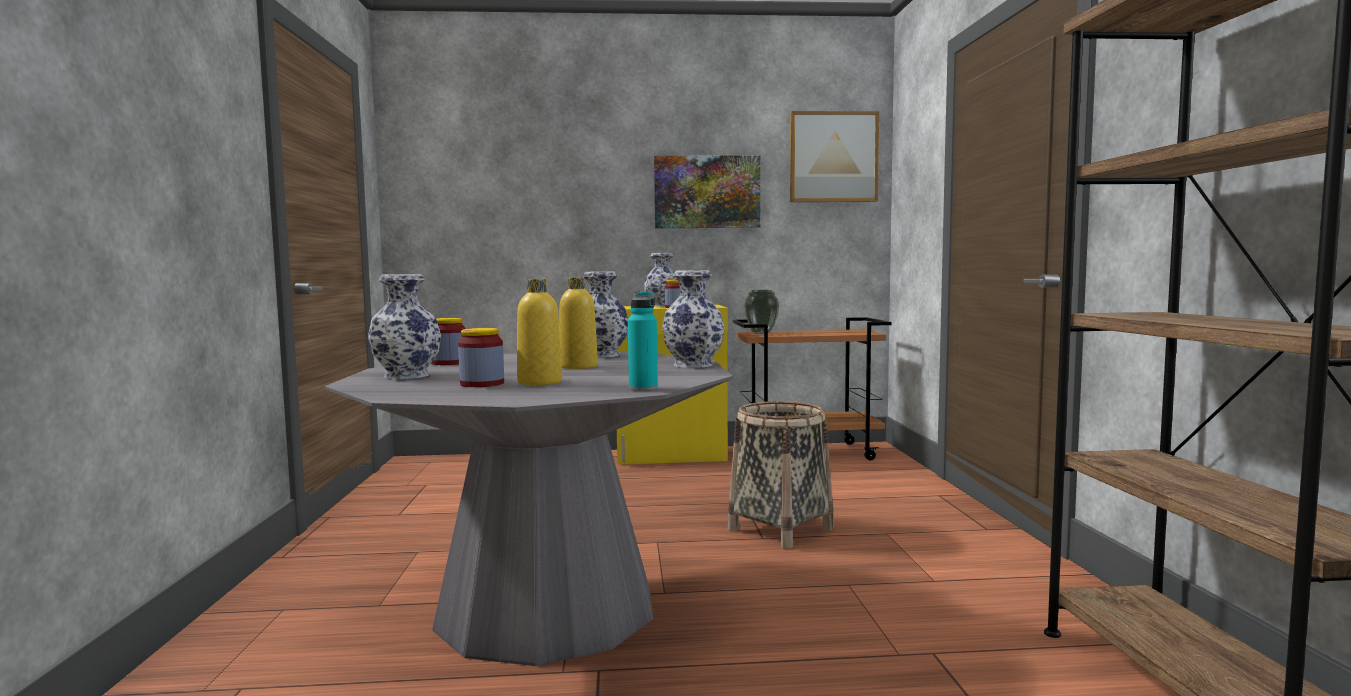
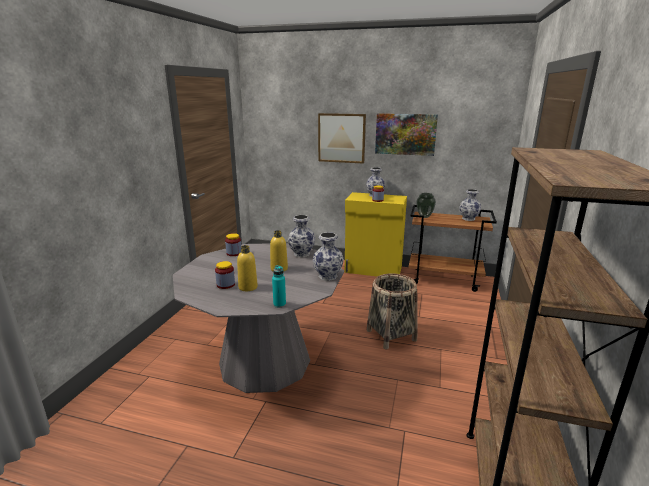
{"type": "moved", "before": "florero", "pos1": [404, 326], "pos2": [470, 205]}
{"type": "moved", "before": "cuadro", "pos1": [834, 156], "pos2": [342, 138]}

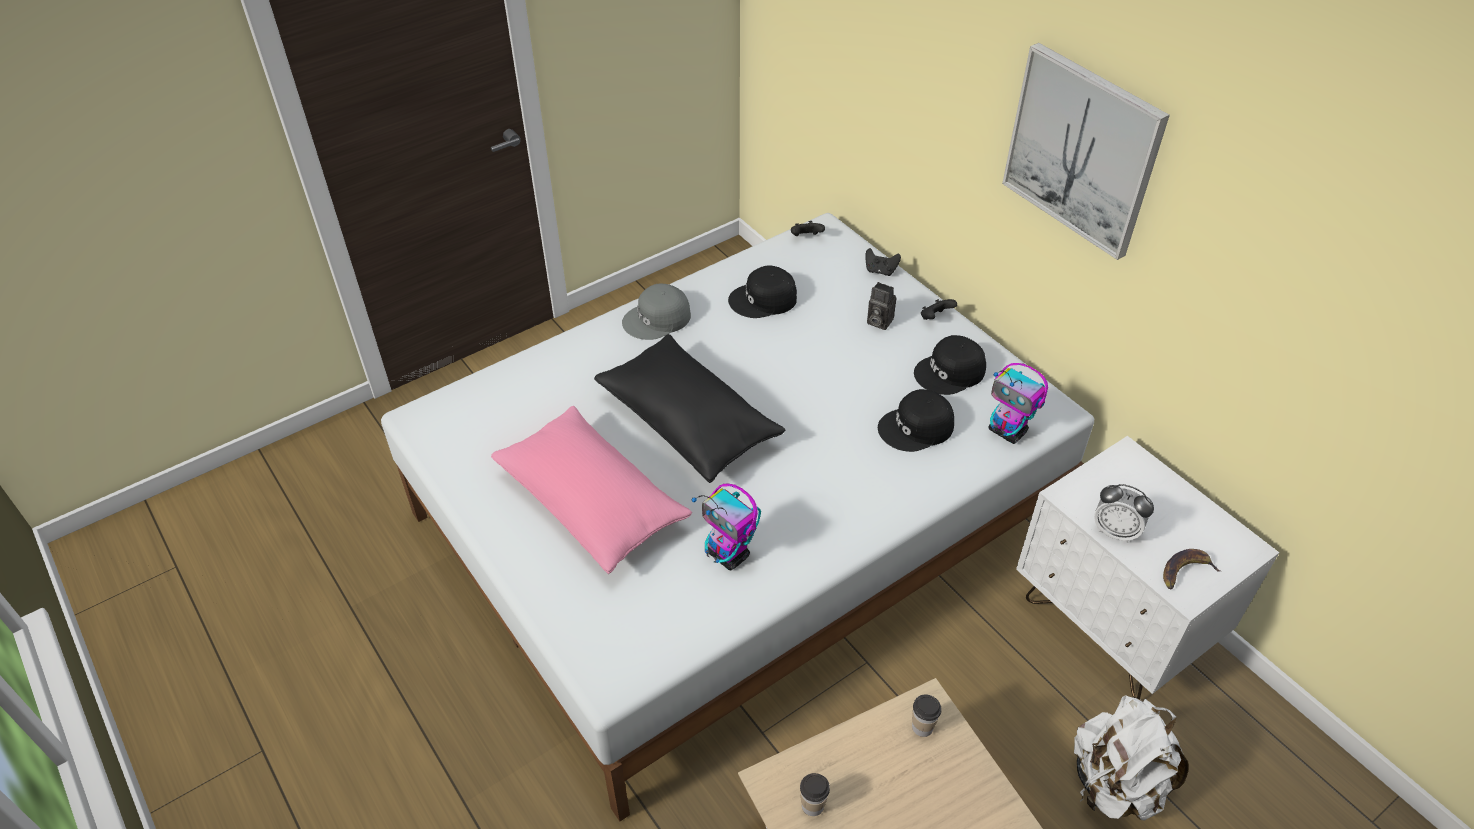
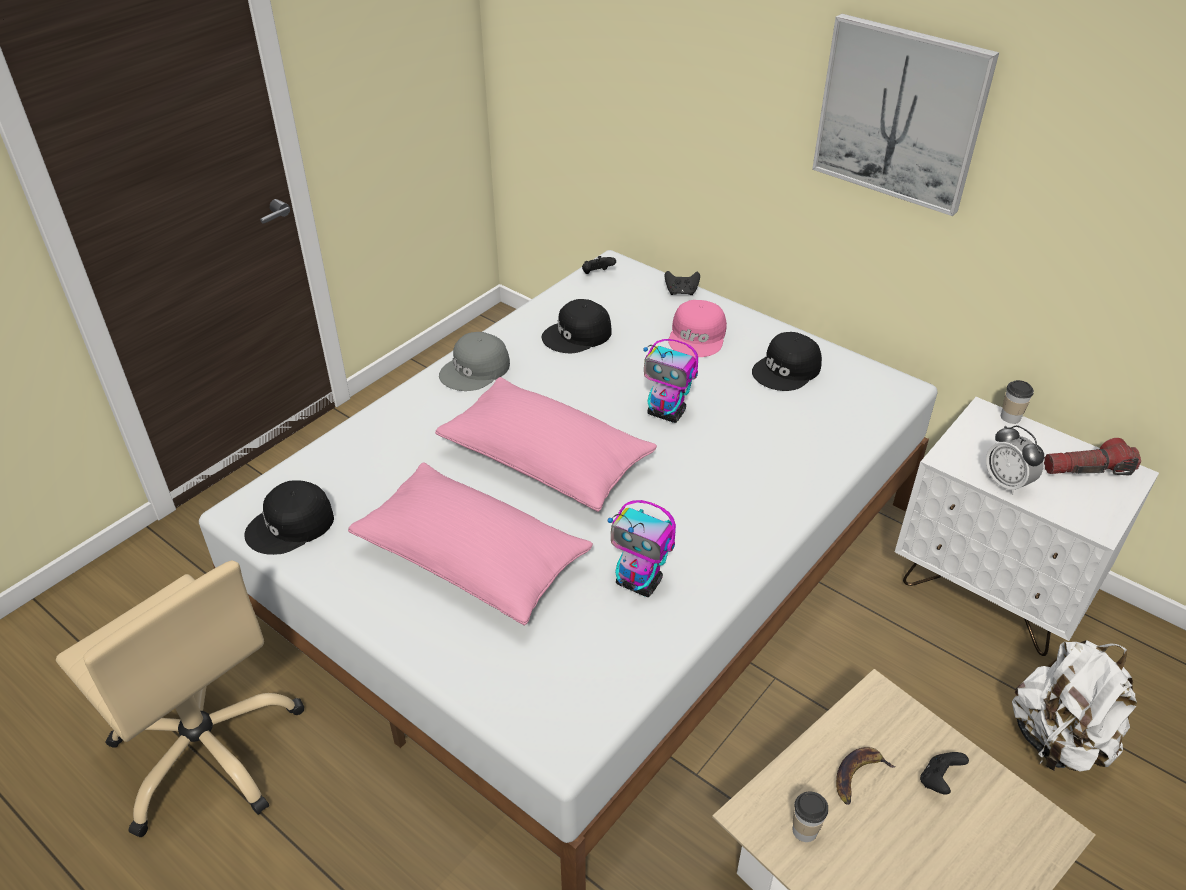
{"type": "added", "after": "silla de oficina (beis)", "pos2": [180, 698]}
{"type": "added", "after": "linterna", "pos2": [1092, 456]}
{"type": "moved", "before": "gorra (negro)", "pos1": [916, 420], "pos2": [289, 517]}
{"type": "moved", "before": "taza", "pos1": [927, 715], "pos2": [1017, 402]}
{"type": "moved", "before": "mando de consola (negro)", "pos1": [939, 309], "pos2": [944, 773]}
{"type": "moved", "before": "robot de juguete", "pos1": [1018, 403], "pos2": [670, 381]}
{"type": "moved", "before": "plátano", "pos1": [1191, 569], "pos2": [866, 776]}
{"type": "replaced", "before": "cámara", "after": "gorra (rosa)", "pos1": [881, 306], "pos2": [697, 328]}
{"type": "recoloured", "before": "cojín (negro)", "after": "cojín (rosa)", "pos1": [689, 408], "pos2": [546, 444]}
{"type": "turned", "before": "despertador", "pos1": [1124, 513], "pos2": [1015, 460], "turn": 45}

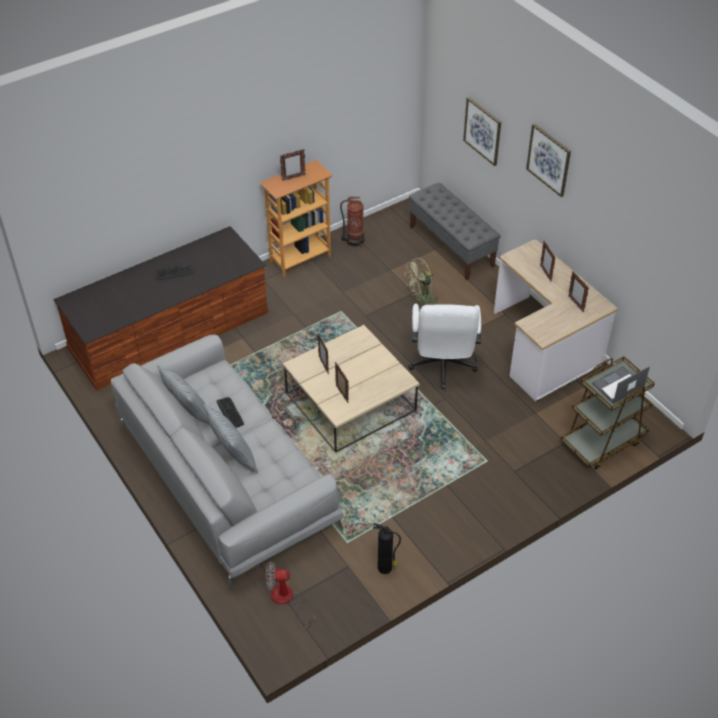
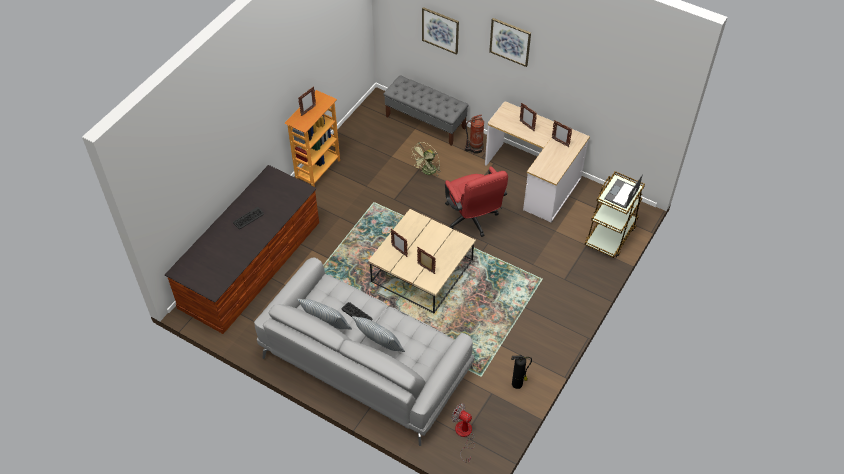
{"type": "moved", "before": "extintor", "pos1": [352, 221], "pos2": [474, 134]}
{"type": "recoloured", "before": "silla de oficina (blanco)", "after": "silla de oficina (rojo)", "pos1": [444, 346], "pos2": [476, 201]}
{"type": "turned", "before": "ventilador", "pos1": [290, 595], "pos2": [463, 433], "turn": 60}

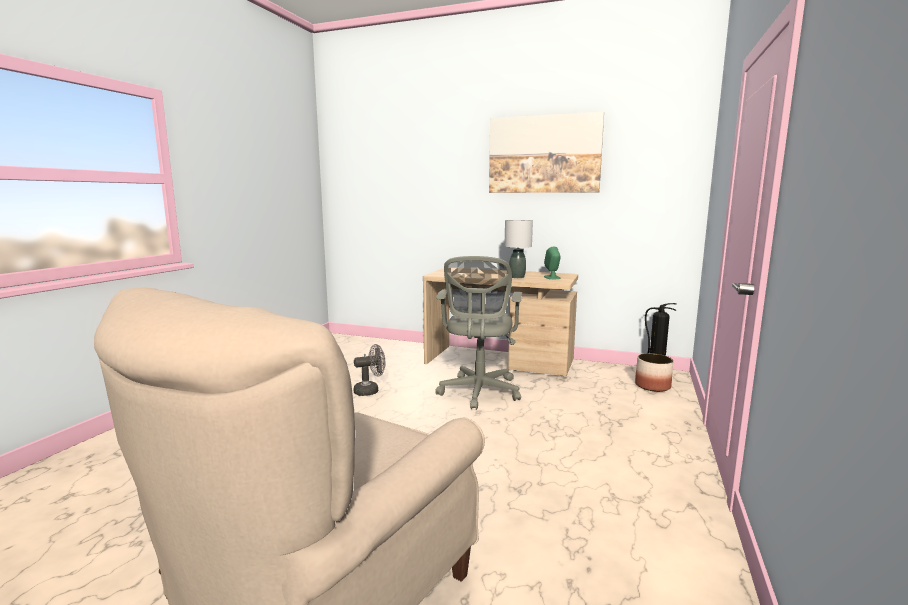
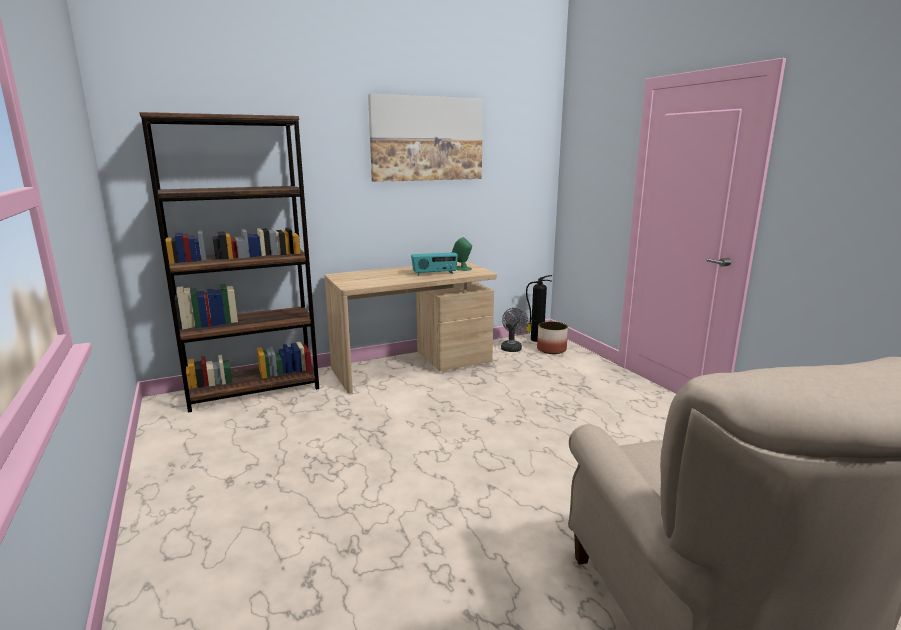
{"type": "removed", "before": "silla de oficina (gris)", "pos1": [478, 333]}
{"type": "added", "after": "estantería (marrón)", "pos2": [229, 262]}
{"type": "moved", "before": "ventilador (gris)", "pos1": [369, 370], "pos2": [515, 330]}
{"type": "replaced", "before": "lámpara de mesa (gris)", "after": "radio", "pos1": [519, 249], "pos2": [434, 264]}

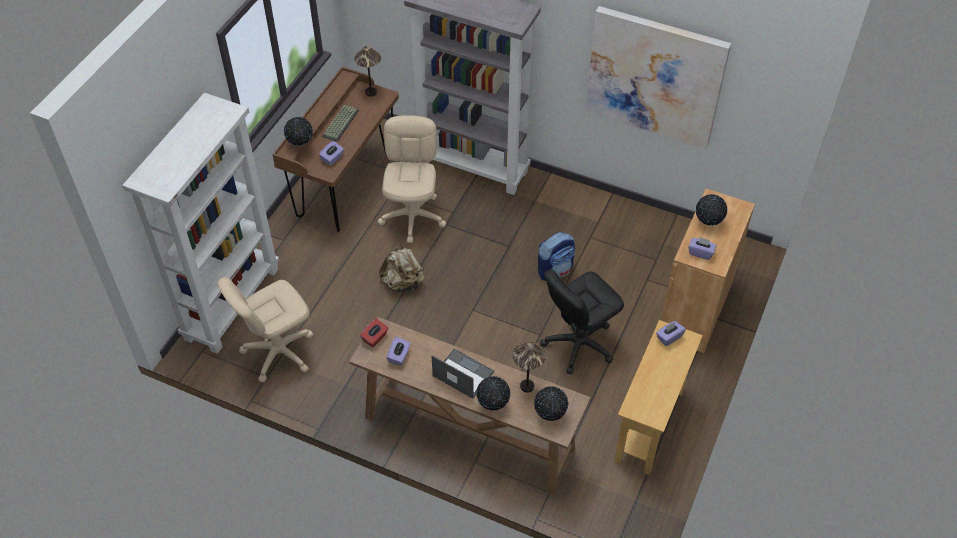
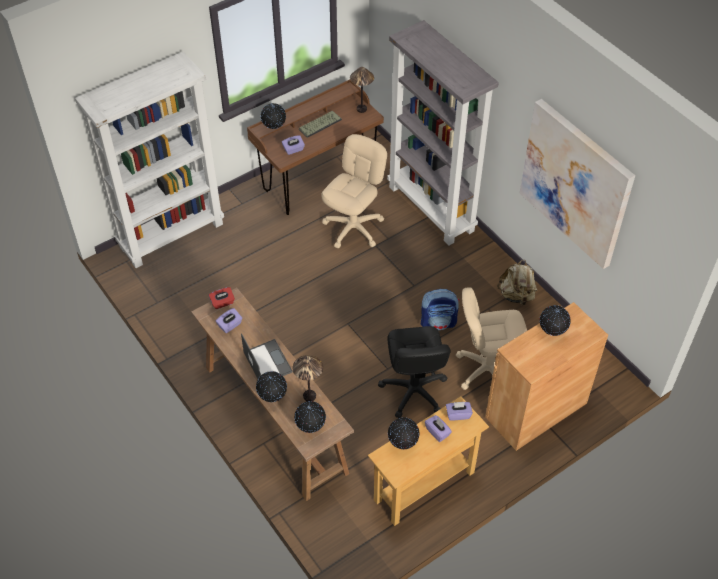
{"type": "added", "after": "globo terráqueo", "pos2": [404, 433]}
{"type": "moved", "before": "silla de oficina (beis)", "pos1": [265, 329], "pos2": [491, 338]}
{"type": "moved", "before": "mochila (beis)", "pos1": [401, 268], "pos2": [517, 283]}
{"type": "moved", "before": "caja de pañuelos (morado)", "pos1": [702, 248], "pos2": [438, 428]}
{"type": "turned", "before": "silla de oficina (negro)", "pos1": [582, 321], "pos2": [414, 372], "turn": -90}

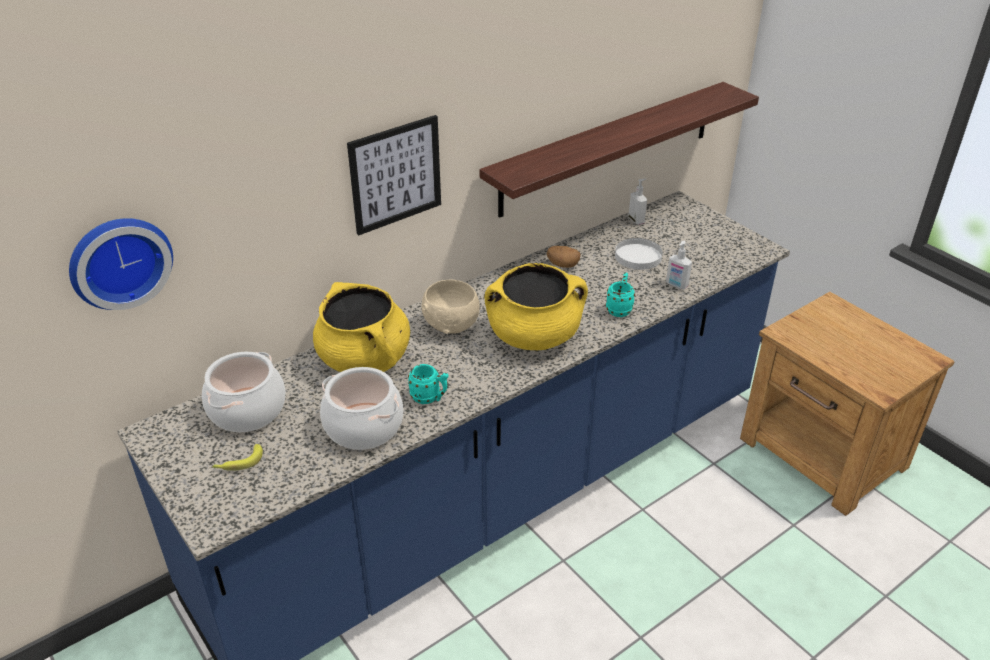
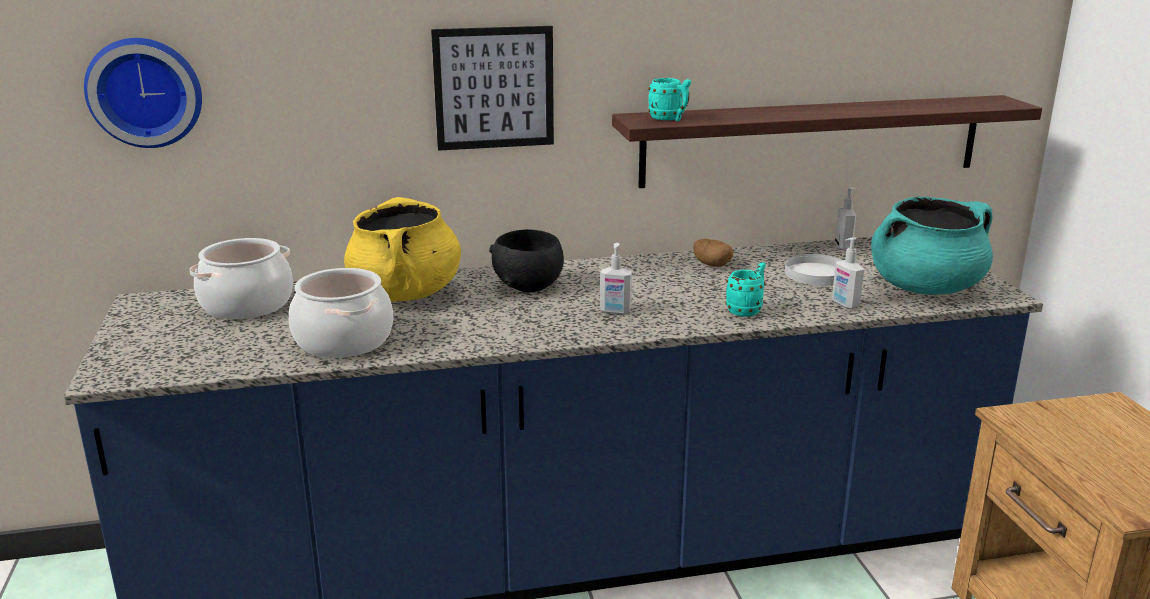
{"type": "removed", "before": "plátano", "pos1": [237, 457]}
{"type": "added", "after": "olla (turquesa)", "pos2": [932, 245]}
{"type": "moved", "before": "taza grande (turquesa)", "pos1": [428, 384], "pos2": [669, 99]}
{"type": "replaced", "before": "olla (amarillo)", "after": "dispensador de jabón", "pos1": [536, 306], "pos2": [616, 279]}
{"type": "recoloured", "before": "cuenco (beis)", "after": "cuenco (negro)", "pos1": [450, 307], "pos2": [526, 261]}

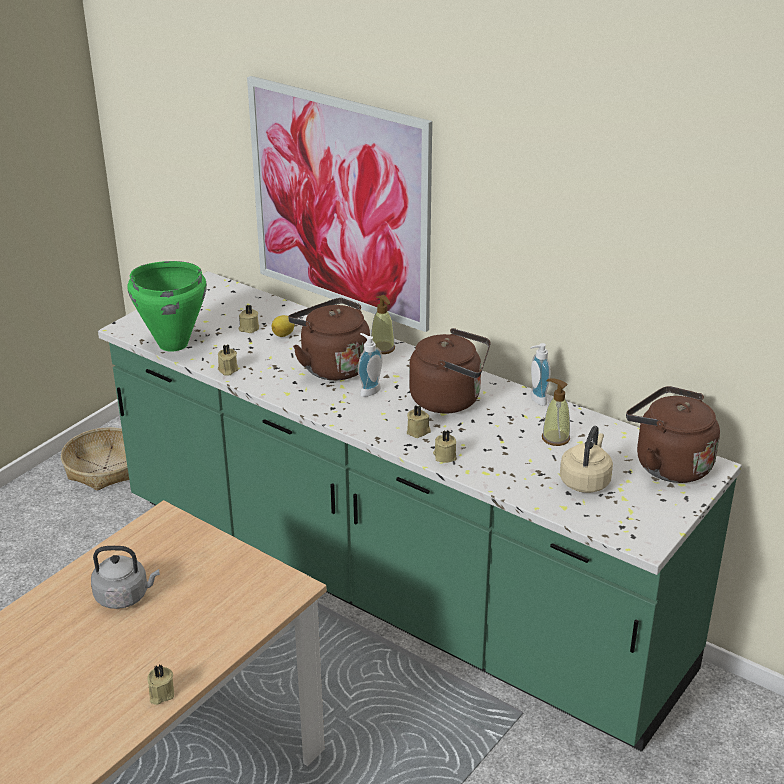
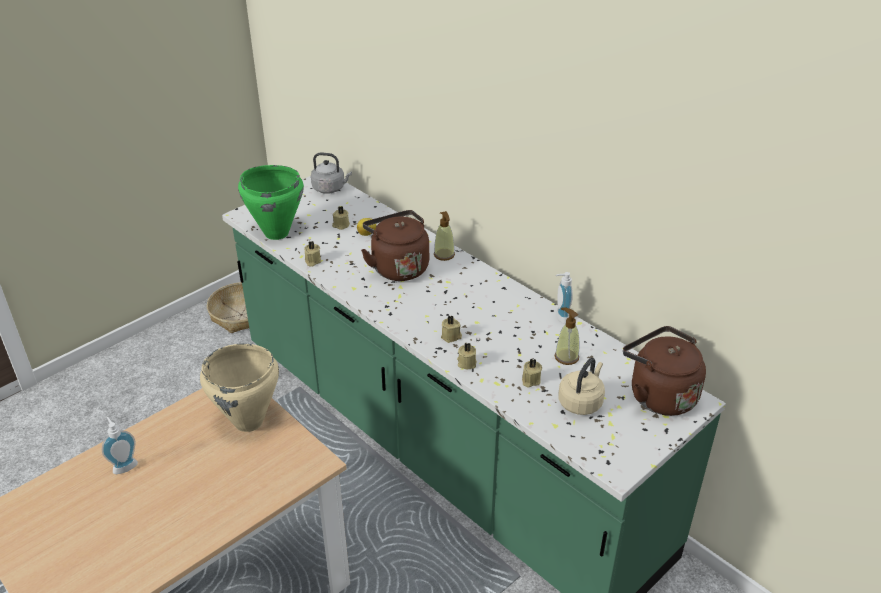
{"type": "removed", "before": "cuadro", "pos1": [339, 204]}
{"type": "removed", "before": "hervidor (marrón)", "pos1": [450, 371]}
{"type": "added", "after": "olla (beis)", "pos2": [239, 388]}
{"type": "moved", "before": "hervidor (gris)", "pos1": [125, 577], "pos2": [331, 173]}
{"type": "moved", "before": "vela (beis)", "pos1": [160, 685], "pos2": [532, 373]}
{"type": "moved", "before": "dispensador de jabón", "pos1": [370, 365], "pos2": [120, 445]}

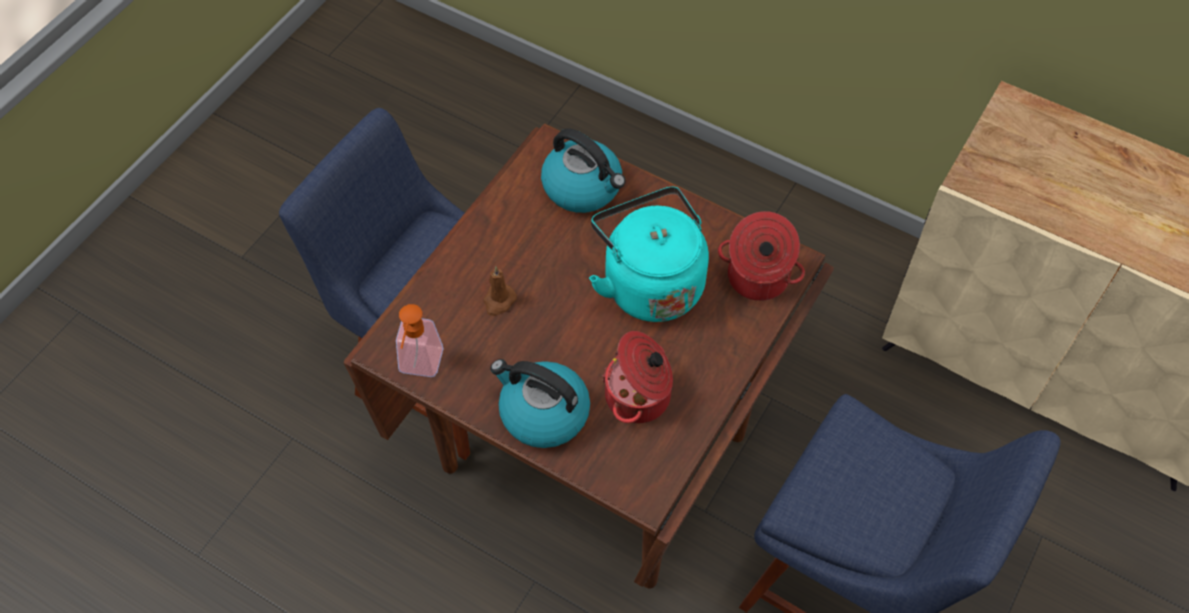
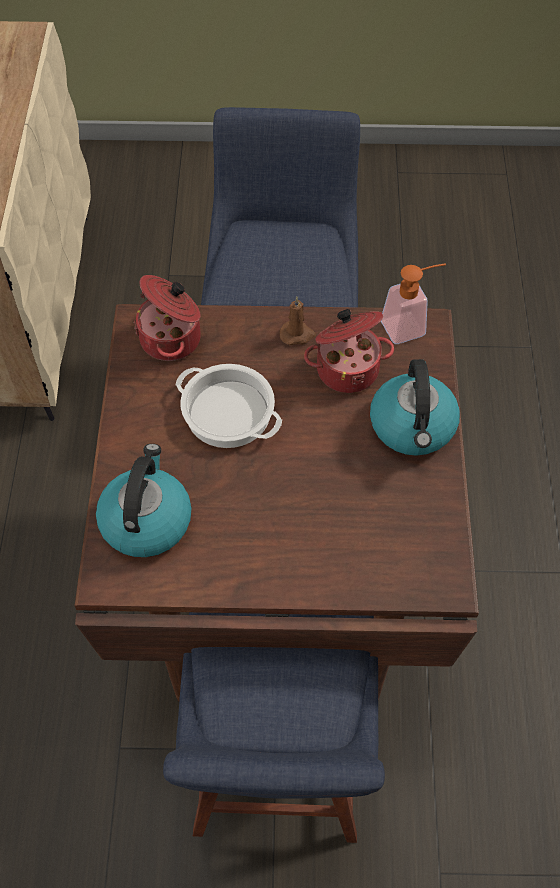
{"type": "moved", "before": "dispensador de jabón", "pos1": [419, 340], "pos2": [413, 303]}
{"type": "moved", "before": "vela (marrón)", "pos1": [500, 291], "pos2": [298, 320]}
{"type": "replaced", "before": "hervidor (turquesa)", "after": "olla", "pos1": [649, 254], "pos2": [229, 406]}

